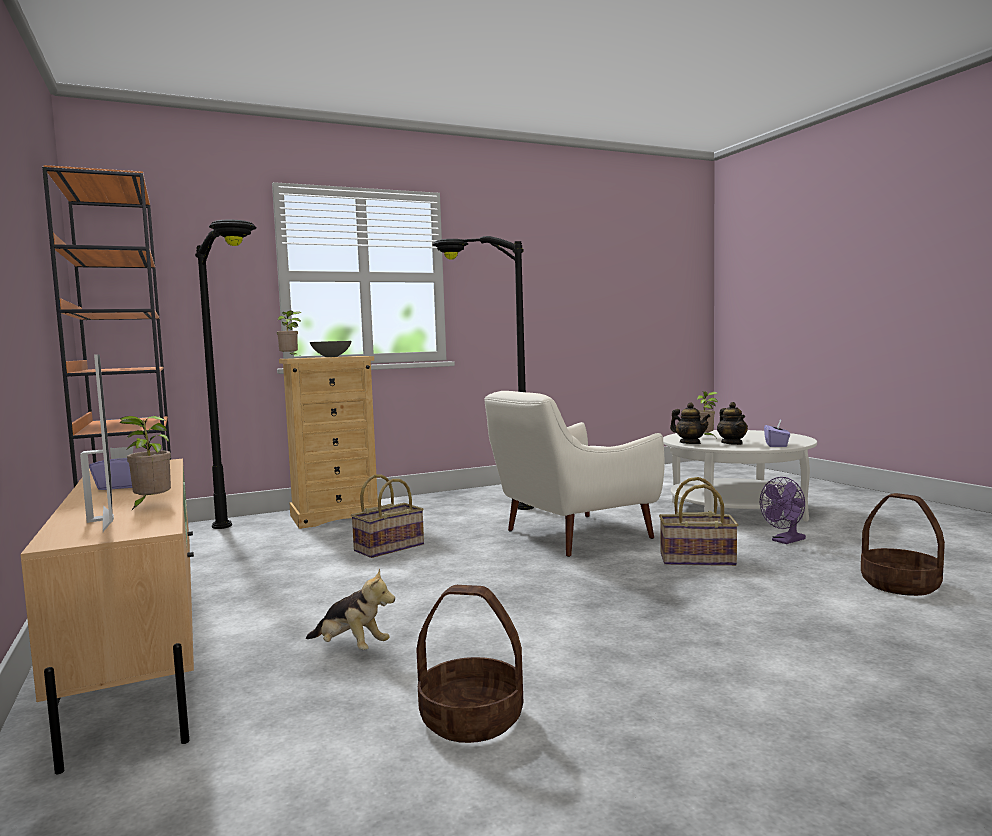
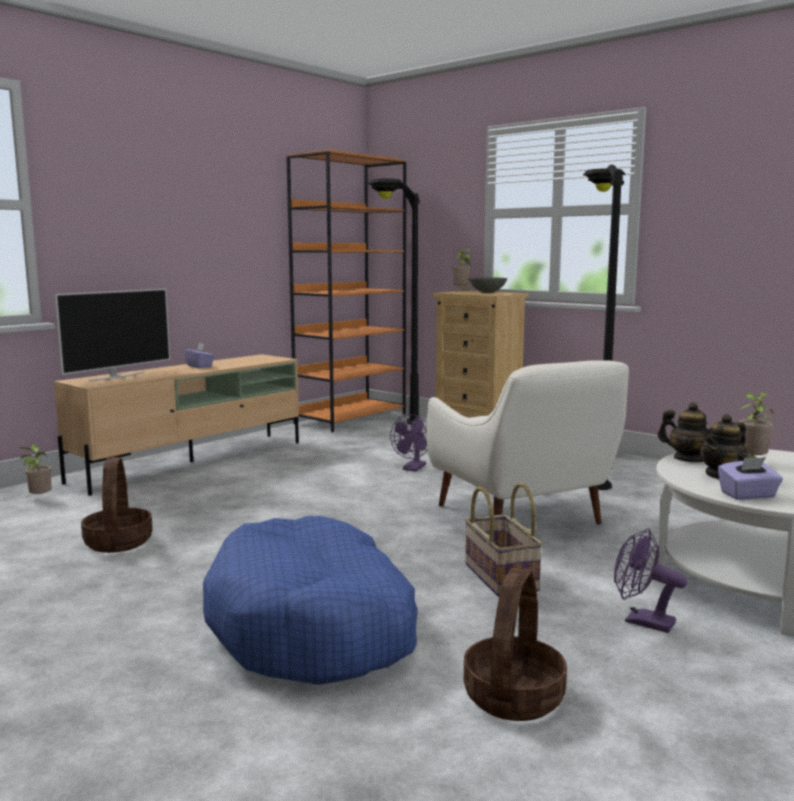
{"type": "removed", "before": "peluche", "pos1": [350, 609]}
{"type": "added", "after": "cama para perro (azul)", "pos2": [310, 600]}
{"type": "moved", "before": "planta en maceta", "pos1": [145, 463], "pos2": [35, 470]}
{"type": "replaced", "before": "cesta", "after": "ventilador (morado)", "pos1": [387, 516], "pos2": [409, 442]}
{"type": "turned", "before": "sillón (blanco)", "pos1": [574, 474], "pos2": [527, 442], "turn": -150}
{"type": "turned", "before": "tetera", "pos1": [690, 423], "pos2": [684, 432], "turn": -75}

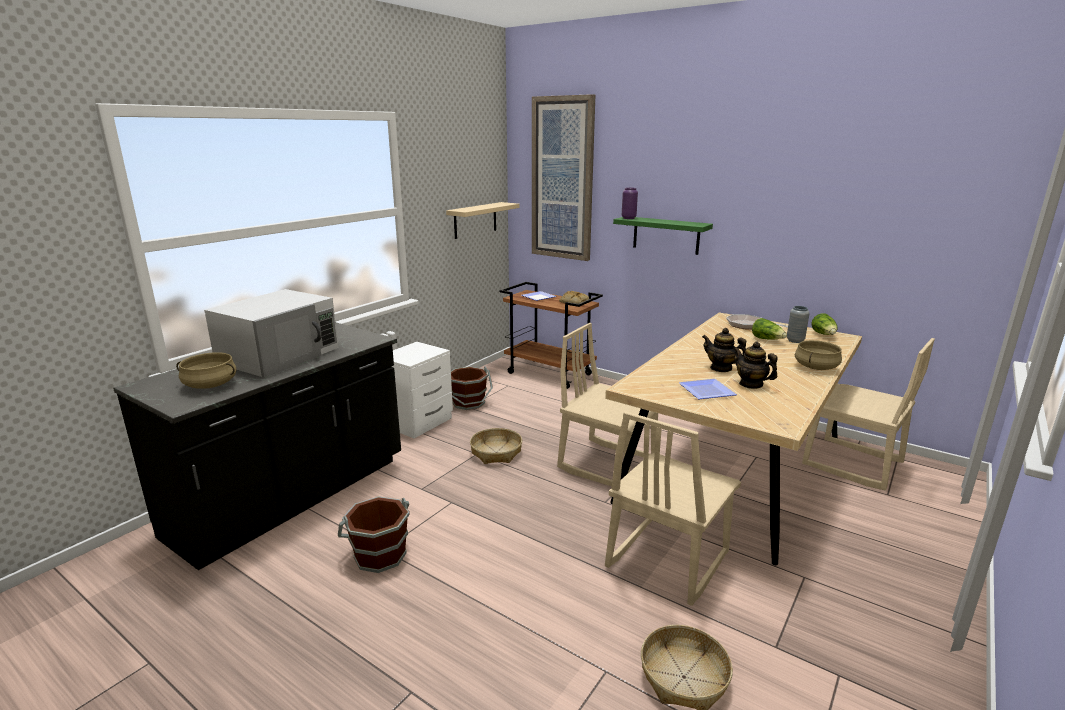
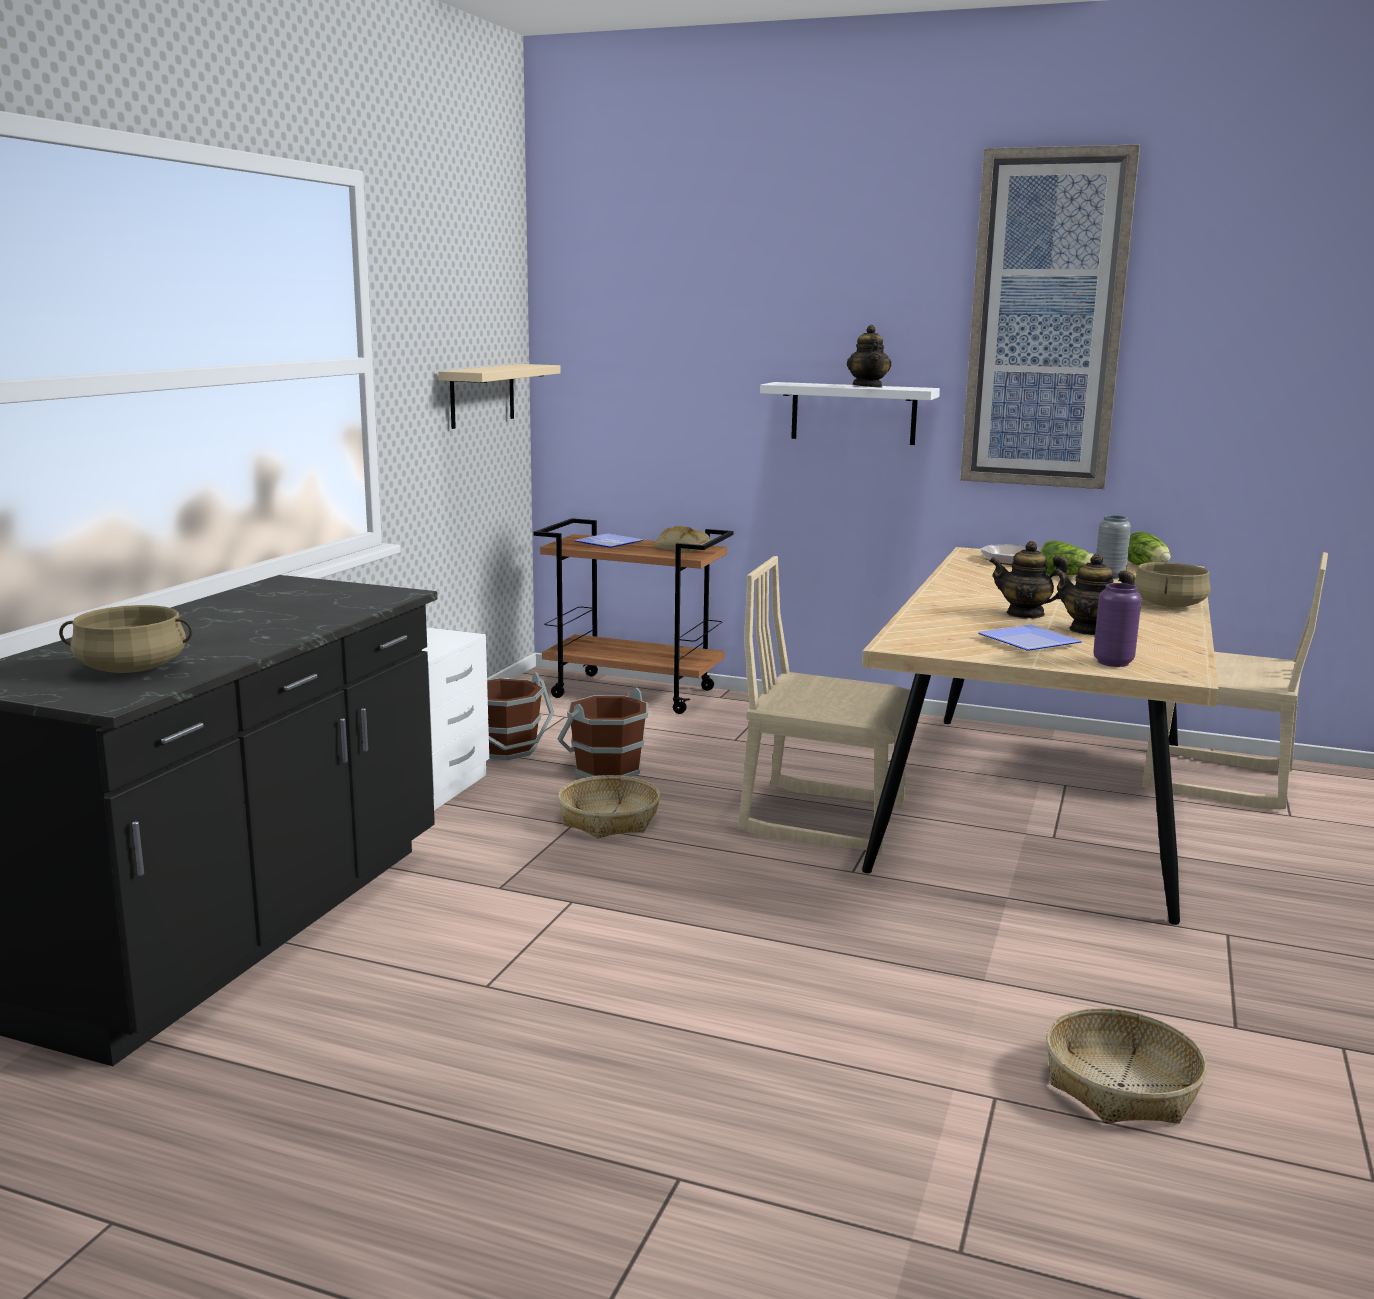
{"type": "removed", "before": "microondas (blanco)", "pos1": [271, 333]}
{"type": "removed", "before": "silla (beis)", "pos1": [673, 508]}
{"type": "added", "after": "tetera", "pos2": [869, 356]}
{"type": "moved", "before": "cubo (marrón)", "pos1": [374, 534], "pos2": [602, 733]}
{"type": "moved", "before": "cuadro", "pos1": [563, 177], "pos2": [1050, 316]}
{"type": "moved", "before": "florero (morado)", "pos1": [630, 203], "pos2": [1117, 625]}
{"type": "recoloured", "before": "estante (verde)", "after": "estante (blanco)", "pos1": [663, 236], "pos2": [850, 413]}

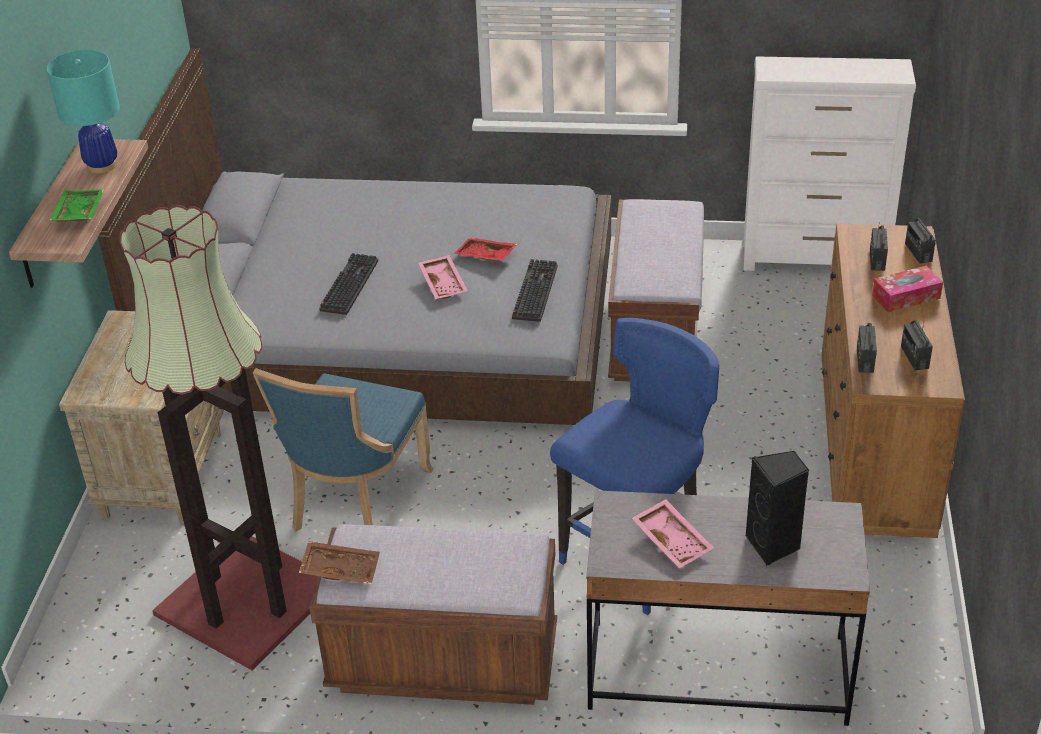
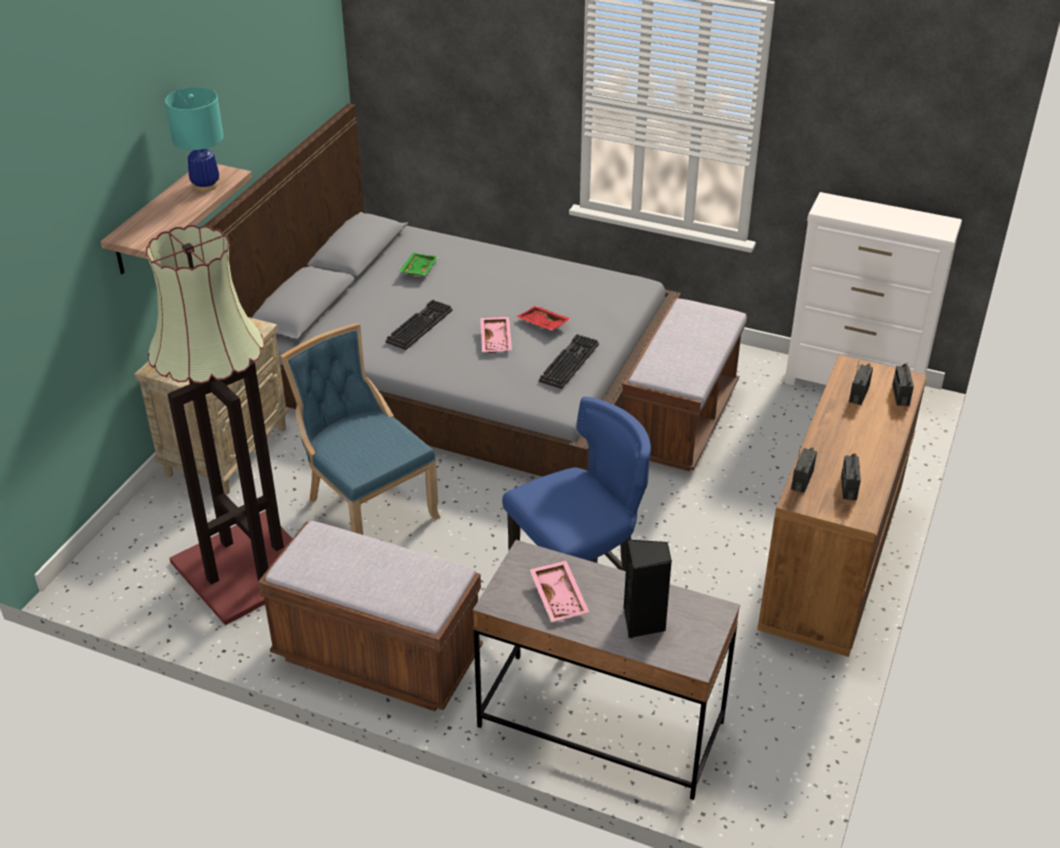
{"type": "removed", "before": "bandeja (marrón)", "pos1": [339, 562]}
{"type": "removed", "before": "caja de pañuelos", "pos1": [907, 289]}
{"type": "moved", "before": "bandeja (verde)", "pos1": [77, 205], "pos2": [418, 264]}
{"type": "turned", "before": "silla (azul)", "pos1": [343, 449], "pos2": [360, 429], "turn": 105}

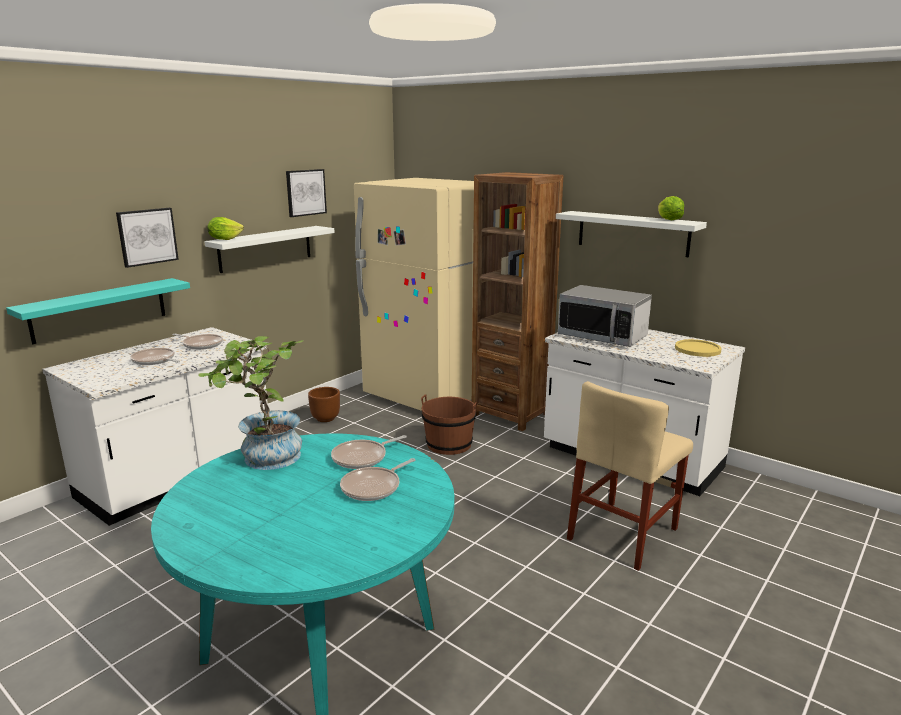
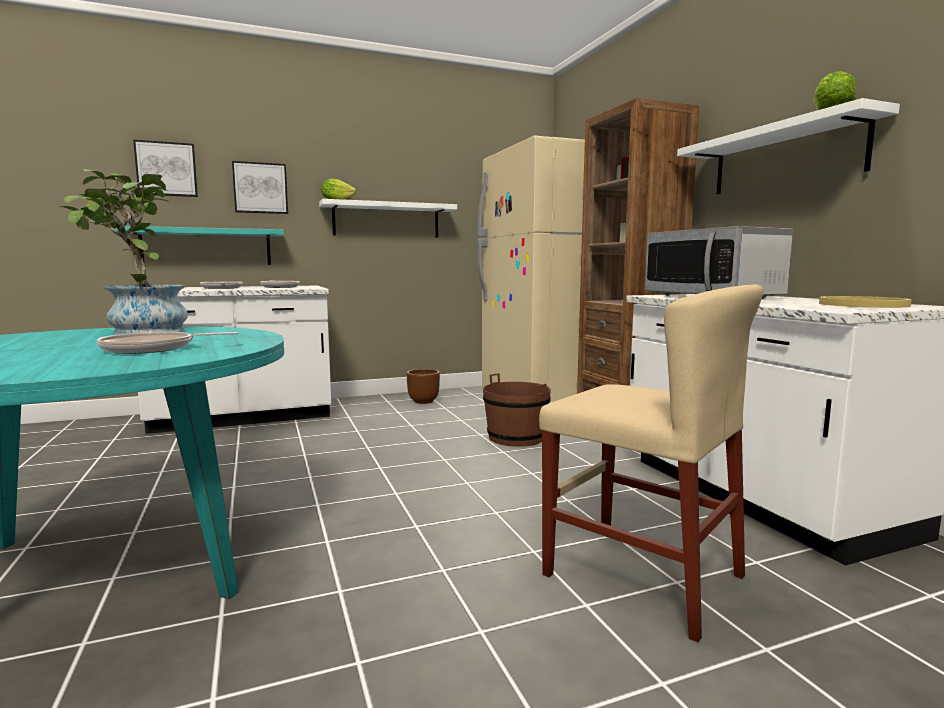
{"type": "removed", "before": "sartén", "pos1": [369, 452]}
{"type": "moved", "before": "cuadro", "pos1": [306, 193], "pos2": [165, 168]}
{"type": "turned", "before": "silla (beis)", "pos1": [630, 476], "pos2": [651, 463], "turn": -120}

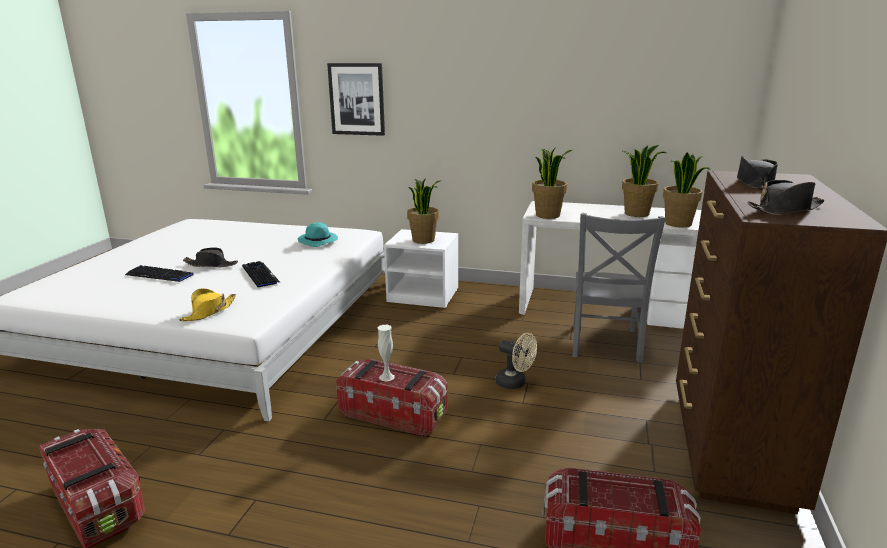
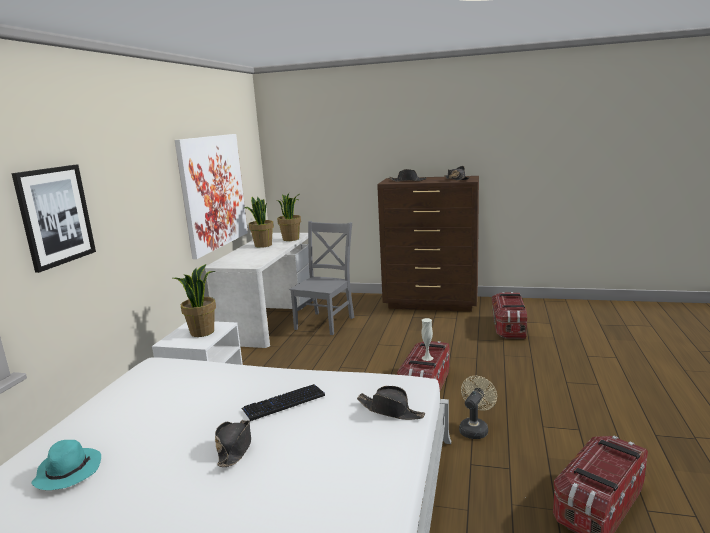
{"type": "removed", "before": "teclado", "pos1": [159, 273]}
{"type": "removed", "before": "planta en maceta", "pos1": [552, 183]}
{"type": "added", "after": "cuadro", "pos2": [211, 196]}
{"type": "moved", "before": "sombrero (turquesa)", "pos1": [318, 234], "pos2": [66, 465]}
{"type": "moved", "before": "ventilador (beis)", "pos1": [516, 361], "pos2": [478, 407]}
{"type": "recoloured", "before": "sombrero (amarillo)", "after": "sombrero (negro)", "pos1": [207, 304], "pos2": [391, 403]}
{"type": "turned", "before": "silla (gris)", "pos1": [619, 288], "pos2": [321, 278], "turn": -75}

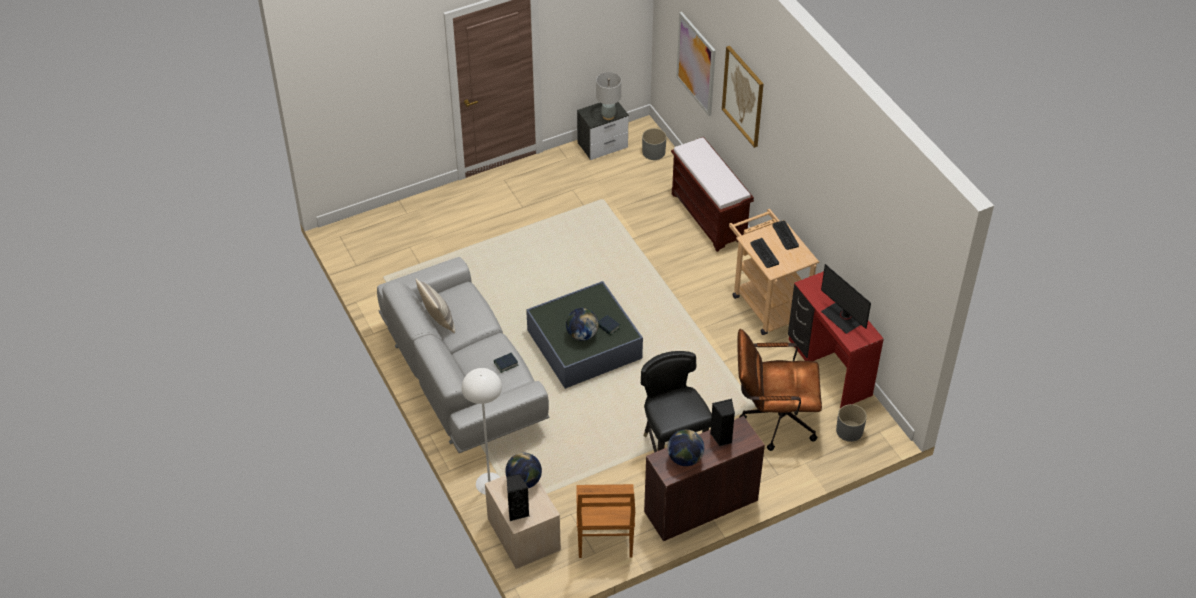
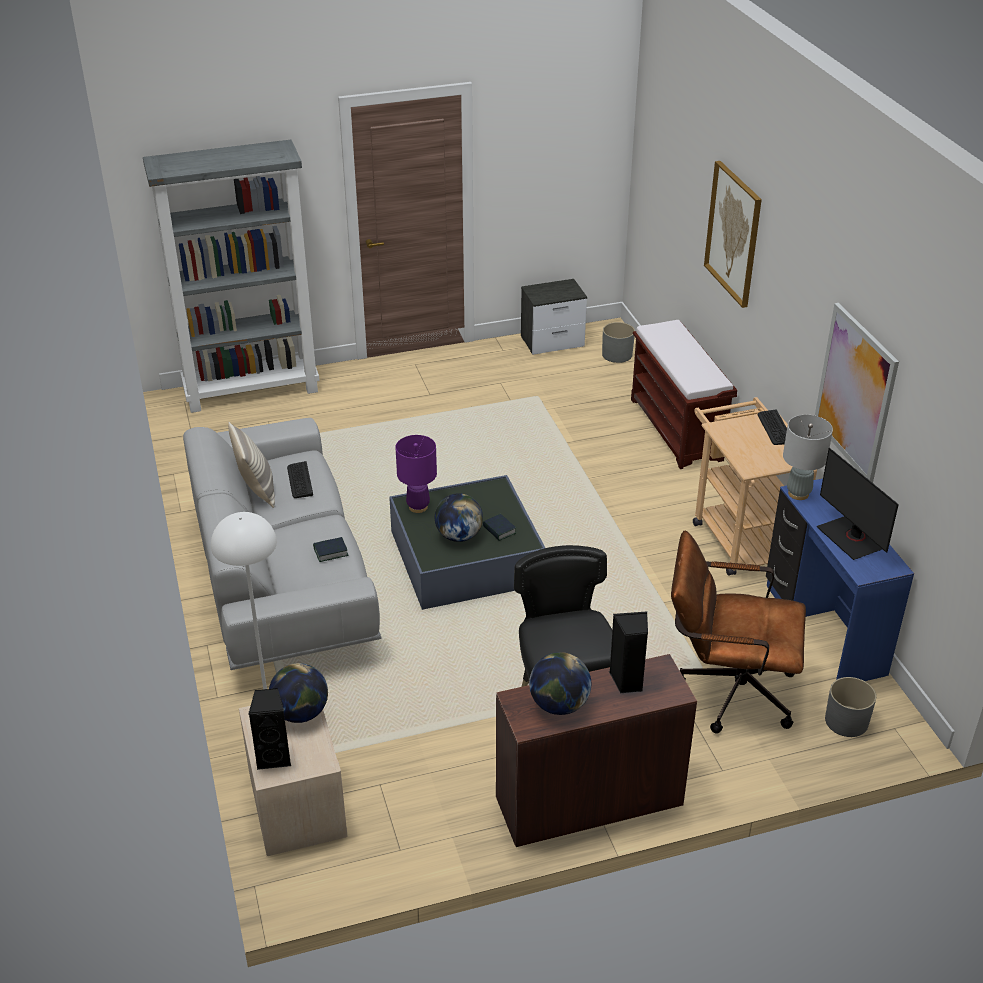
{"type": "removed", "before": "silla (marrón)", "pos1": [605, 521]}
{"type": "added", "after": "estantería (gris)", "pos2": [231, 276]}
{"type": "added", "after": "lámpara de mesa (morado)", "pos2": [416, 474]}
{"type": "moved", "before": "lámpara de mesa (gris)", "pos1": [608, 96], "pos2": [808, 457]}
{"type": "moved", "before": "cuadro", "pos1": [696, 64], "pos2": [857, 393]}
{"type": "moved", "before": "teclado", "pos1": [764, 253], "pos2": [300, 479]}
{"type": "recoloured", "before": "escritorio (rojo)", "after": "escritorio (azul)", "pos1": [836, 340], "pos2": [840, 580]}

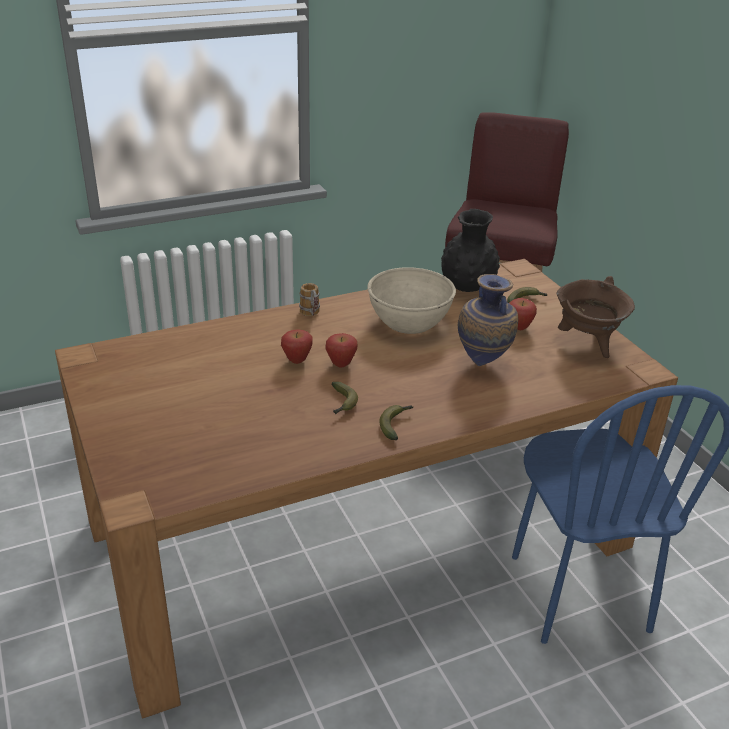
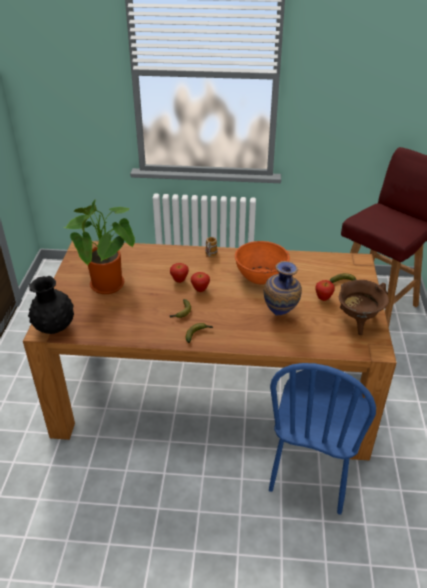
{"type": "added", "after": "planta en maceta", "pos2": [100, 247]}
{"type": "moved", "before": "florero (negro)", "pos1": [470, 250], "pos2": [51, 305]}
{"type": "recoloured", "before": "cuenco (beis)", "after": "cuenco (naranja)", "pos1": [411, 300], "pos2": [262, 262]}

